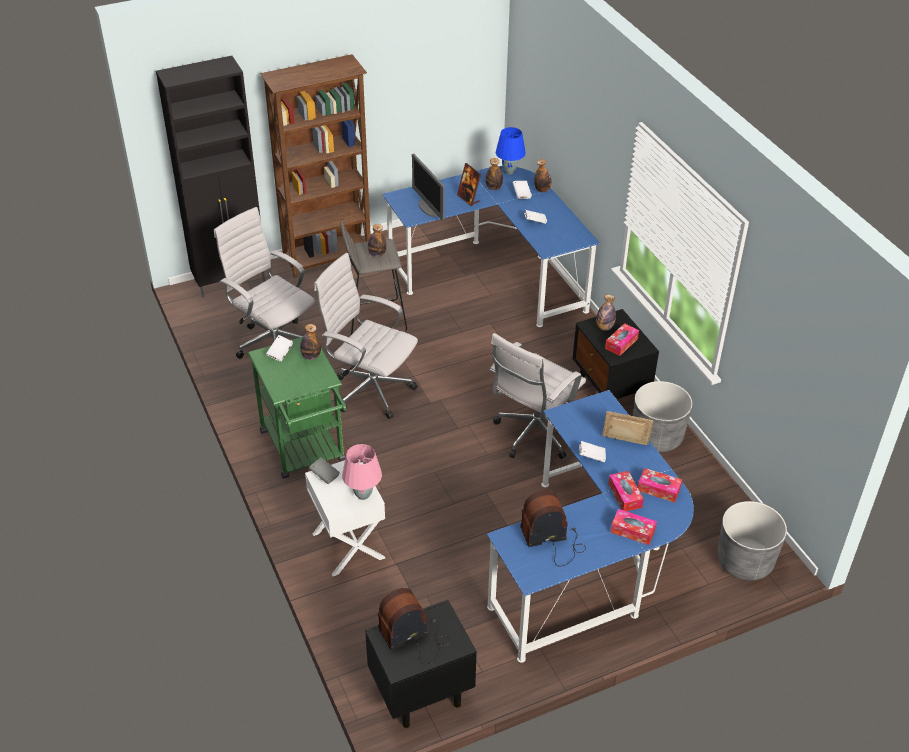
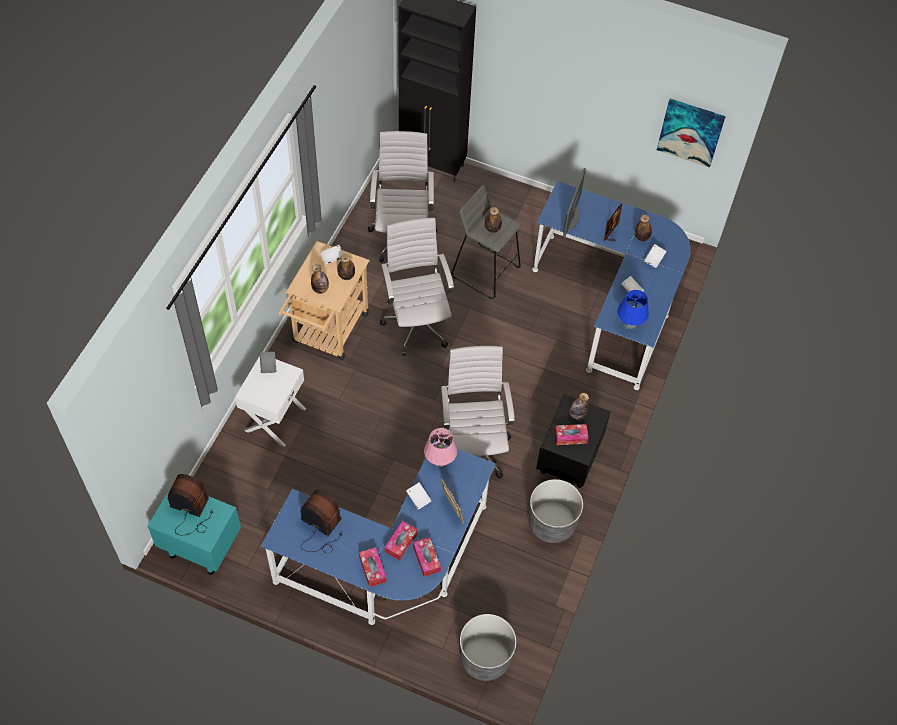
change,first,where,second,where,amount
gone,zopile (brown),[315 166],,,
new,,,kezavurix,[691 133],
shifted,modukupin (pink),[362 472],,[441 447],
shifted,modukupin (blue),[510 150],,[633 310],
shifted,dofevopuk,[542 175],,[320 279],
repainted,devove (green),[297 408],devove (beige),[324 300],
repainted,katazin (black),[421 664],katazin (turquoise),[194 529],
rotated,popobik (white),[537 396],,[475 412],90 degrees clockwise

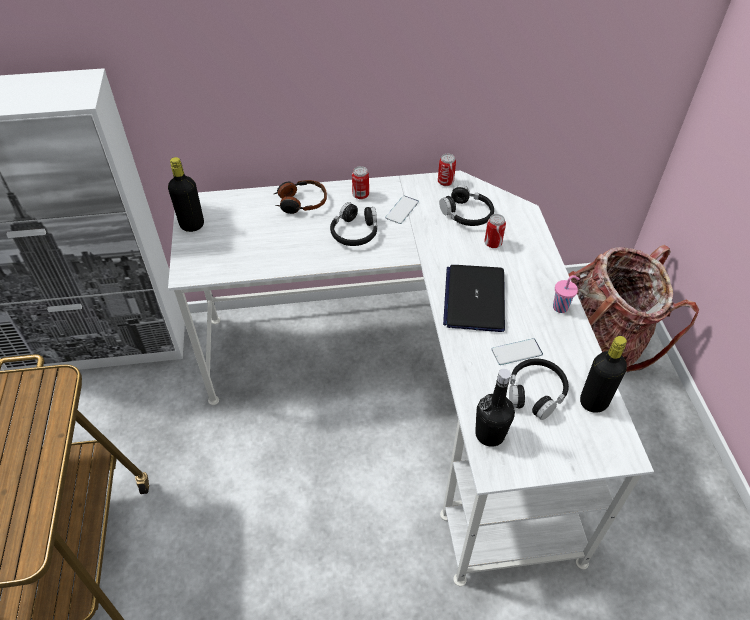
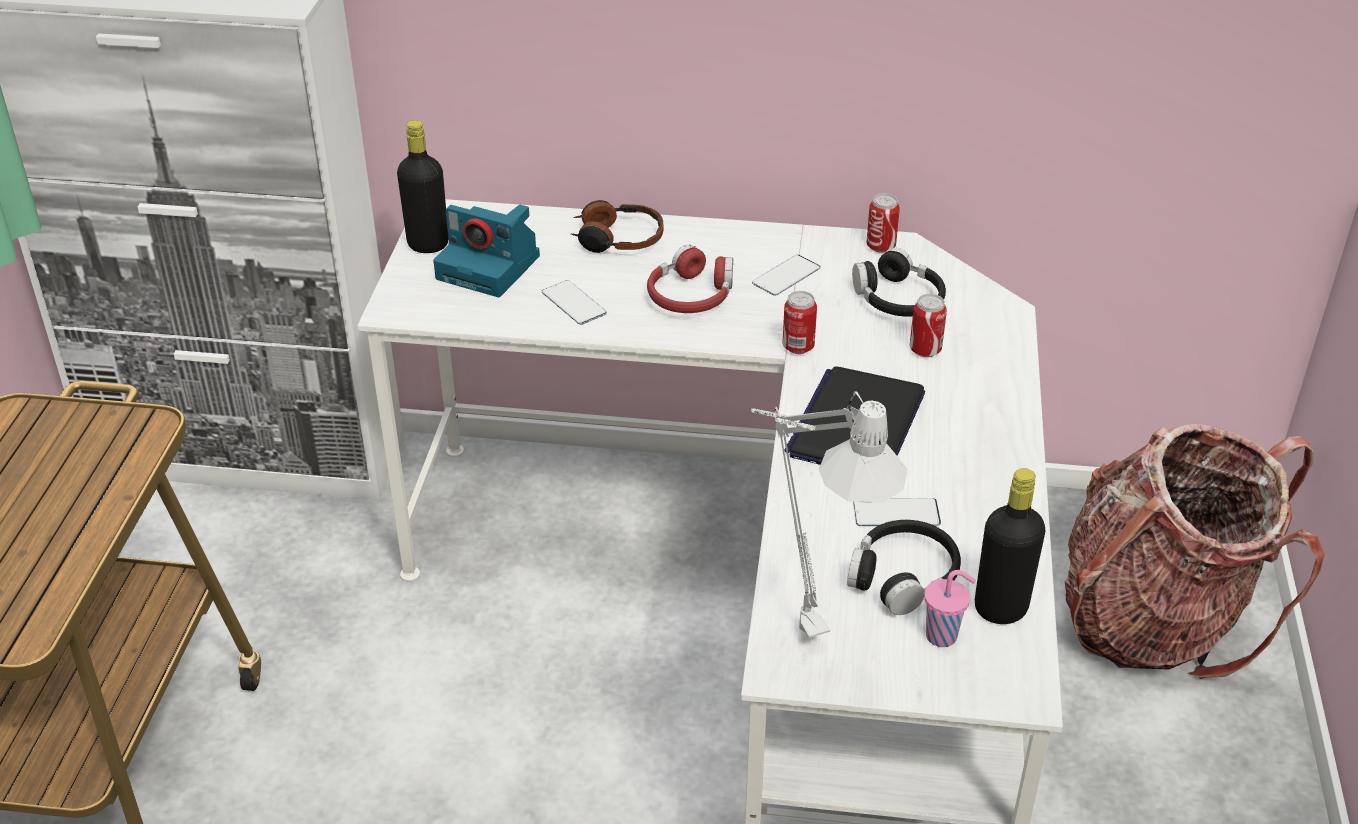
change,first,where,second,where,amount
new,,,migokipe,[486 251],
new,,,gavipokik,[574 302],
shifted,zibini,[360 182],,[799 322],
shifted,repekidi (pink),[566 294],,[950 608],
swapped,dofevopuk (black),[495 408],modukupin (grey),[829 519],
repainted,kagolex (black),[353 224],kagolex (red),[690 279],

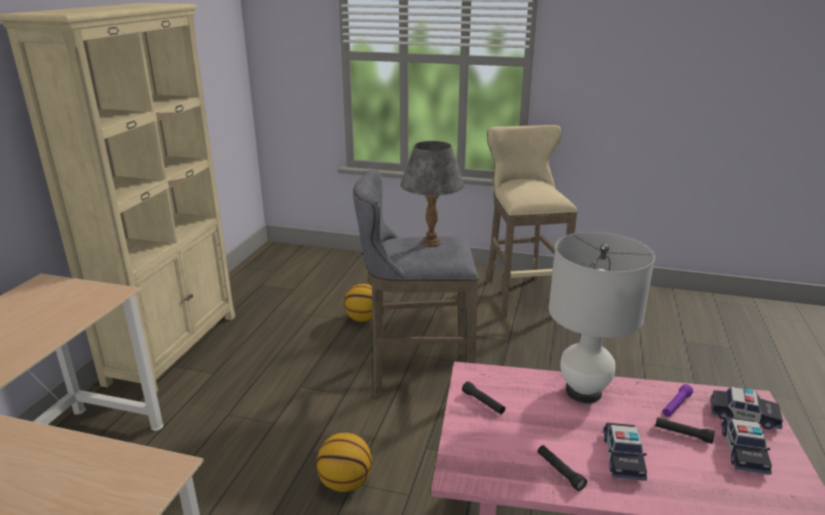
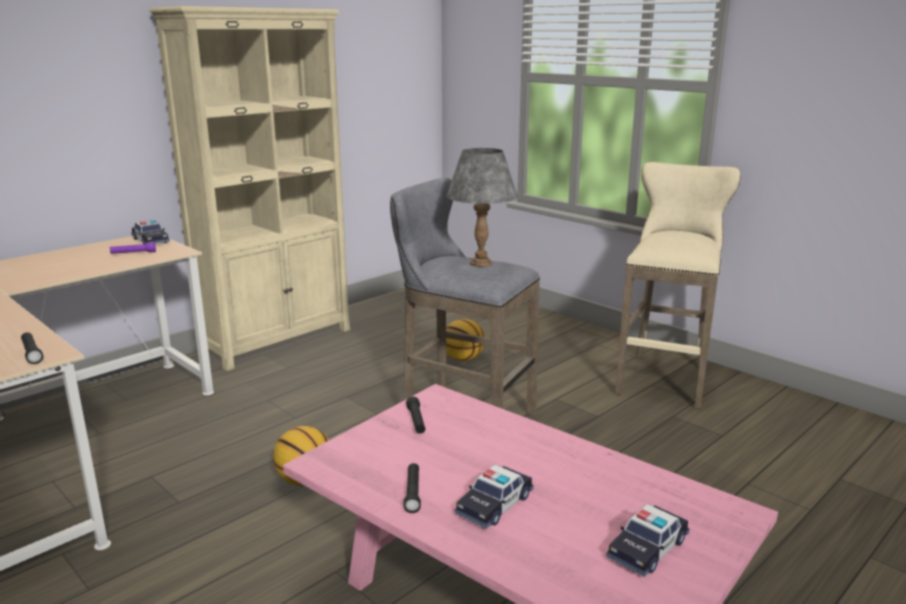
change,first,where,second,where,amount
gone,modukupin (white),[601 317],,,
shifted,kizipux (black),[685 430],,[32 348],
shifted,kizipux (purple),[678 400],,[133 248],
shifted,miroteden,[747 408],,[150 232],

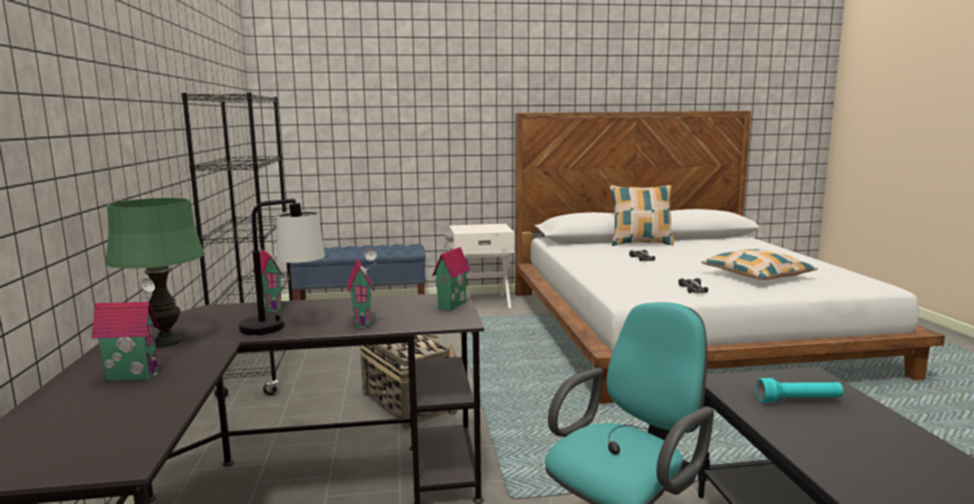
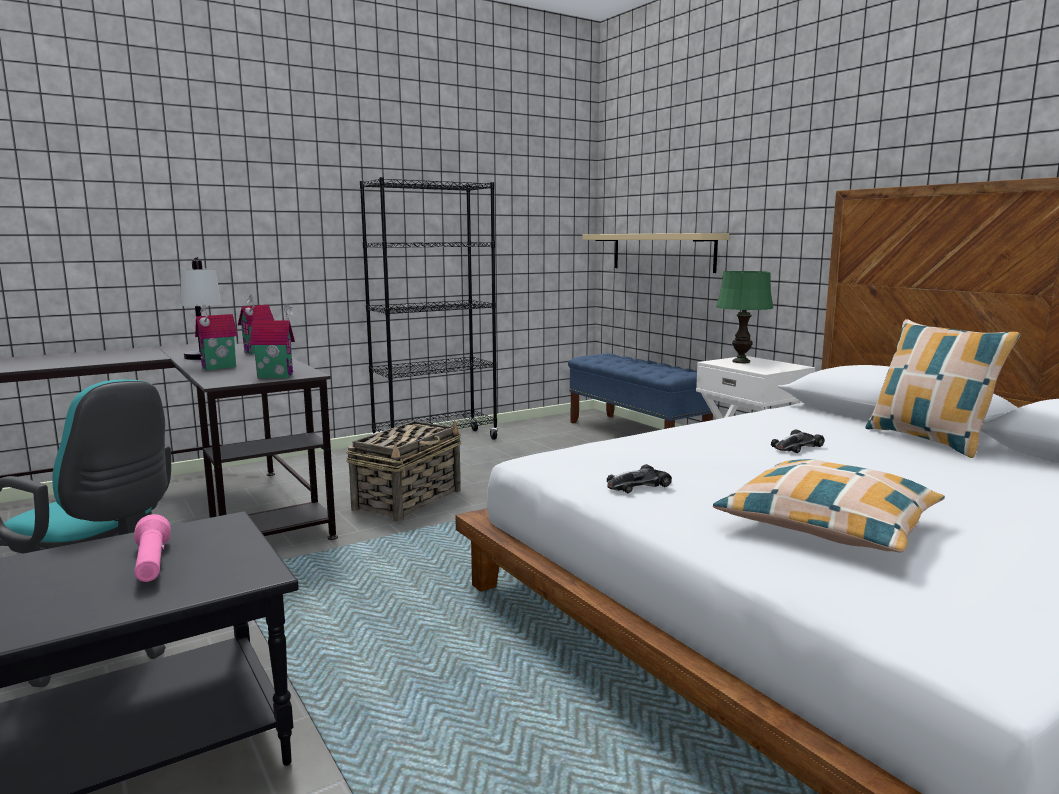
change,first,where,second,where,amount
gone,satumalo,[125 329],,,
new,,,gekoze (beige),[655 253],
shifted,modukupin (green),[155 272],,[744 317],
repainted,kizipux (turquoise),[800 390],kizipux (pink),[152 548],

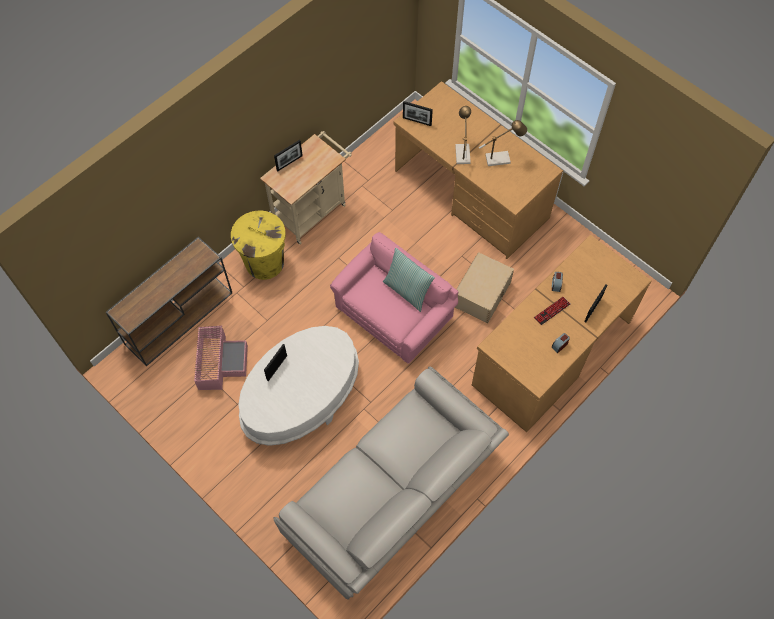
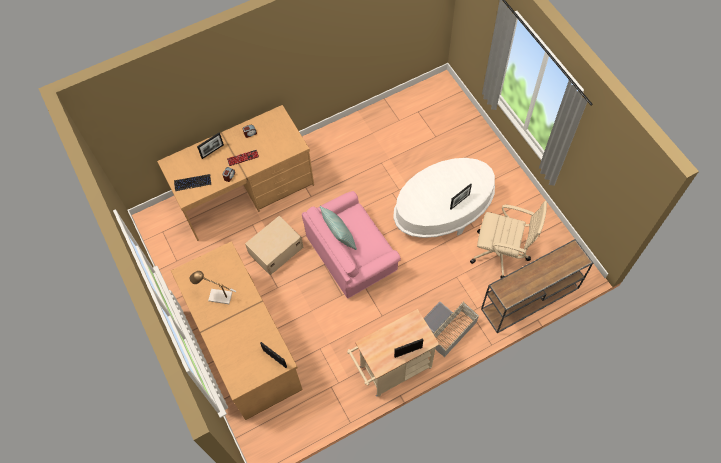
change,first,where,second,where,amount
gone,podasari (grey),[391 483],,,
gone,modukupin,[463 135],,,
new,,,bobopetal,[192 182],
swapped,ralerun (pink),[221 358],popobik (beige),[508 239],
swapped,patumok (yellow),[258 245],ralerun (grey),[451 329],

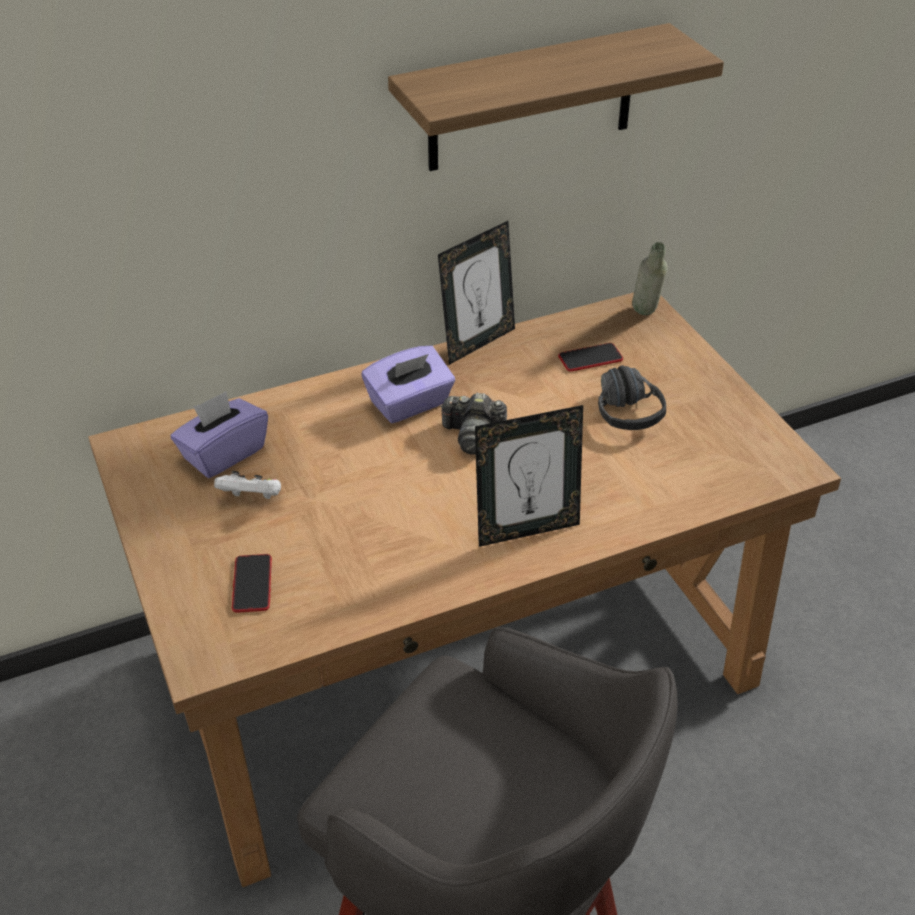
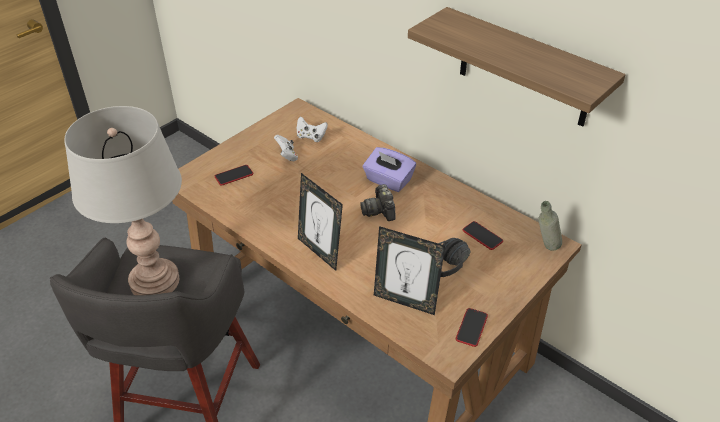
change,first,where,second,where,amount
new,,,modukupin (grey),[123 200],
new,,,gavipokik,[472 327],
shifted,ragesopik,[476 293],,[409 270],
swapped,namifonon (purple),[219 434],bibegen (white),[312 129],

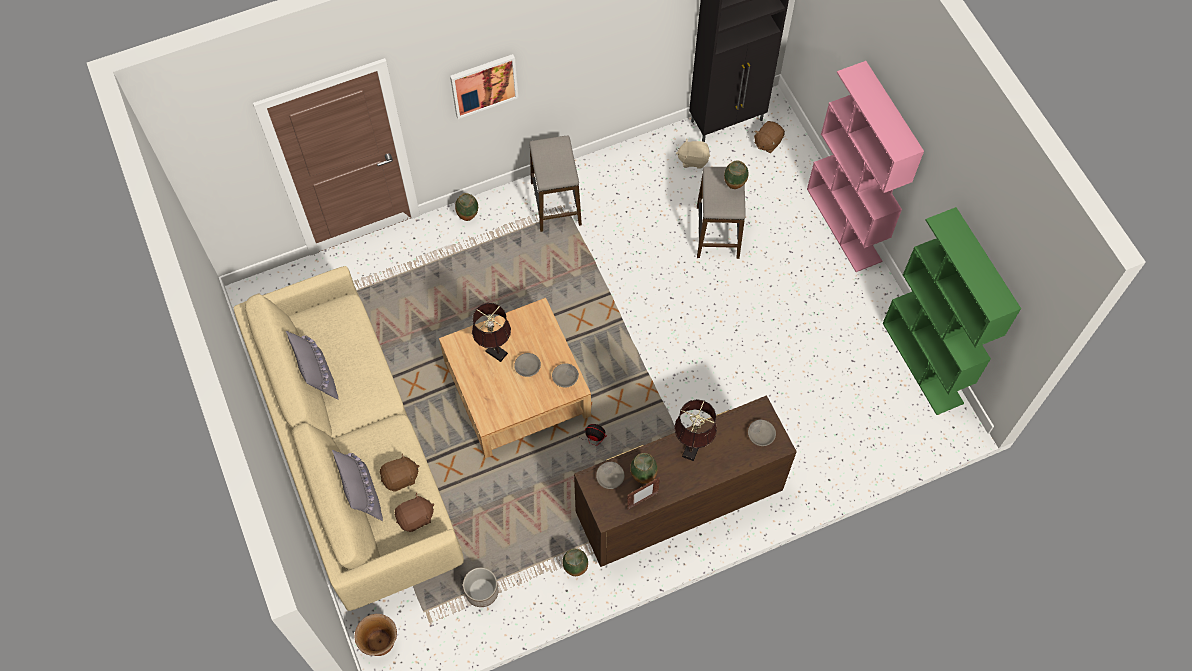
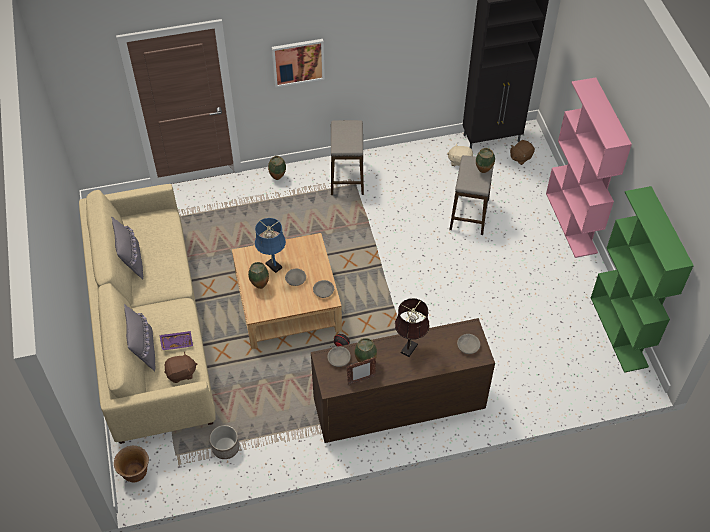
change,first,where,second,where,amount
shifted,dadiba,[575 562],,[258 275],
swapped,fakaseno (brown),[399 472],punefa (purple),[176 340],
repainted,modukupin (brown),[491 332],modukupin (blue),[270 245],

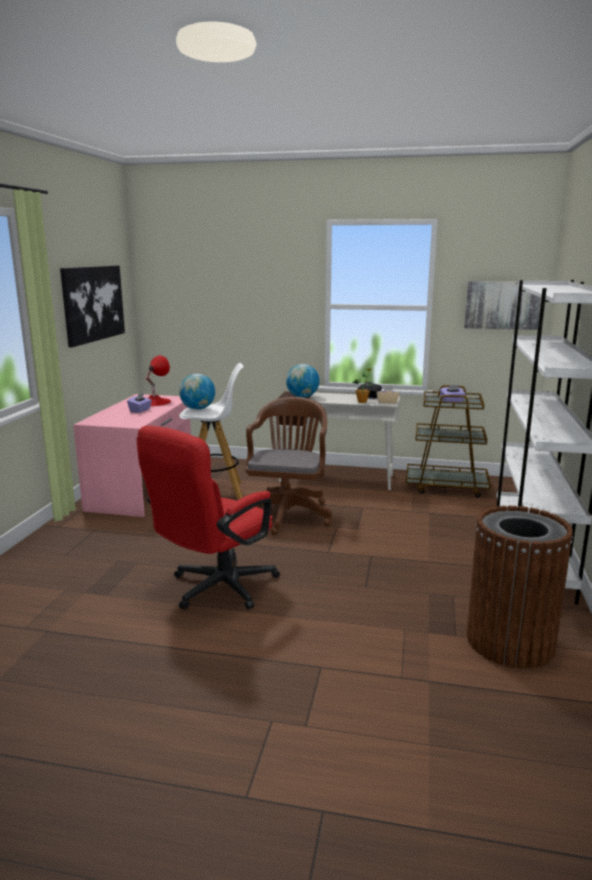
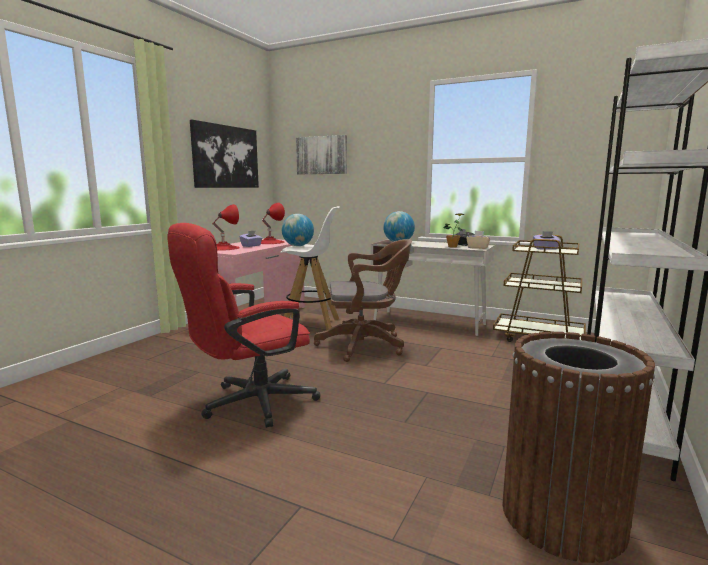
change,first,where,second,where,amount
new,,,modukupin (red),[226 227],
shifted,kezavurix,[502 305],,[321 154],
rotated,popobik (brown),[288 466],,[363 300],60 degrees clockwise

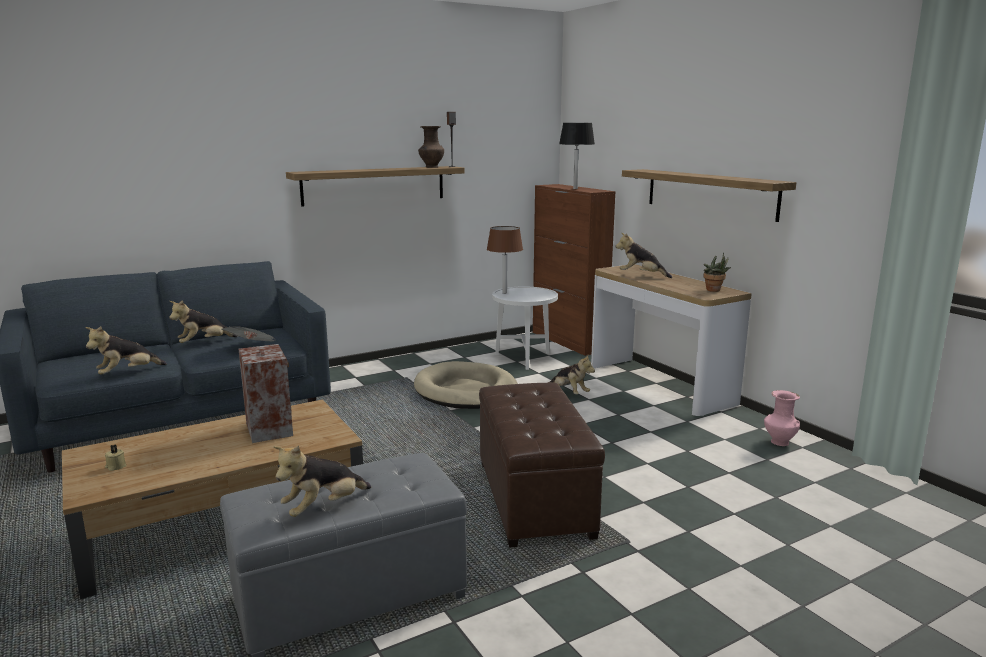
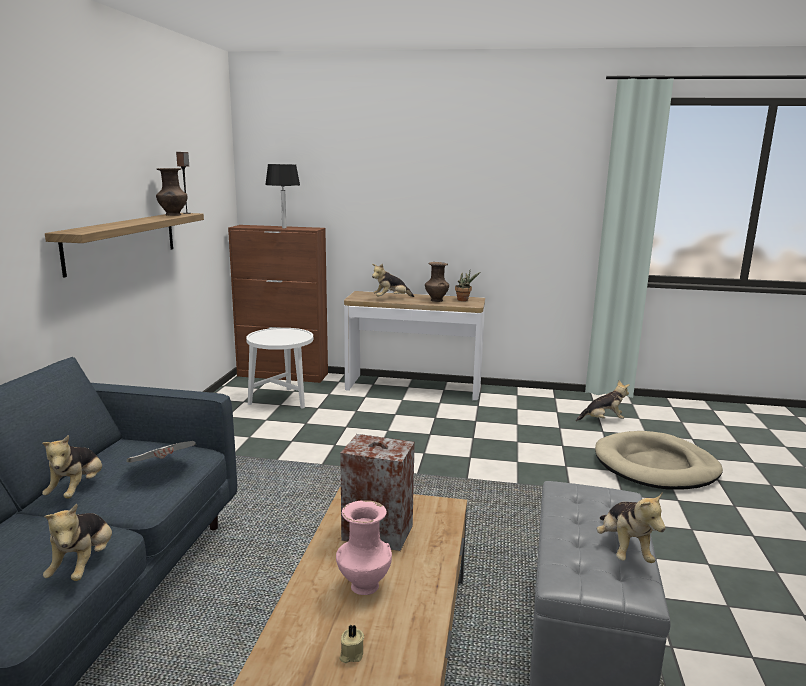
change,first,where,second,where,amount
gone,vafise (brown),[542 465],,,
gone,modukupin (brown),[505 260],,,
gone,gekoze,[709 195],,,
new,,,dadiba (brown),[437 282],
shifted,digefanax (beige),[466 385],,[659 460],
shifted,fakaseno,[571 374],,[603 400],
shifted,dadiba (pink),[782 418],,[364 547],

